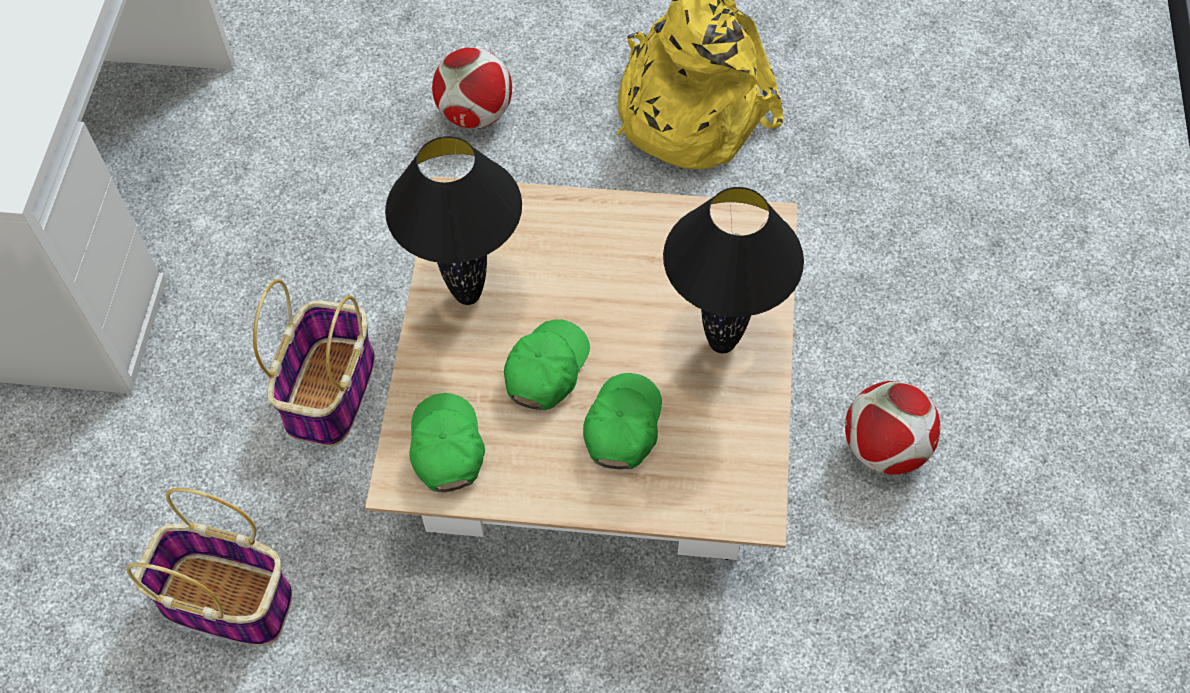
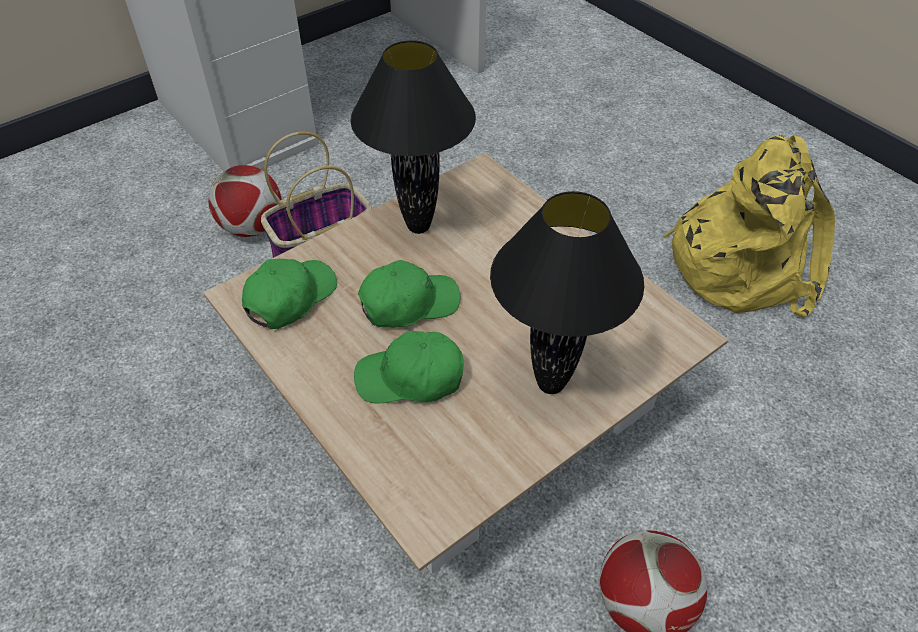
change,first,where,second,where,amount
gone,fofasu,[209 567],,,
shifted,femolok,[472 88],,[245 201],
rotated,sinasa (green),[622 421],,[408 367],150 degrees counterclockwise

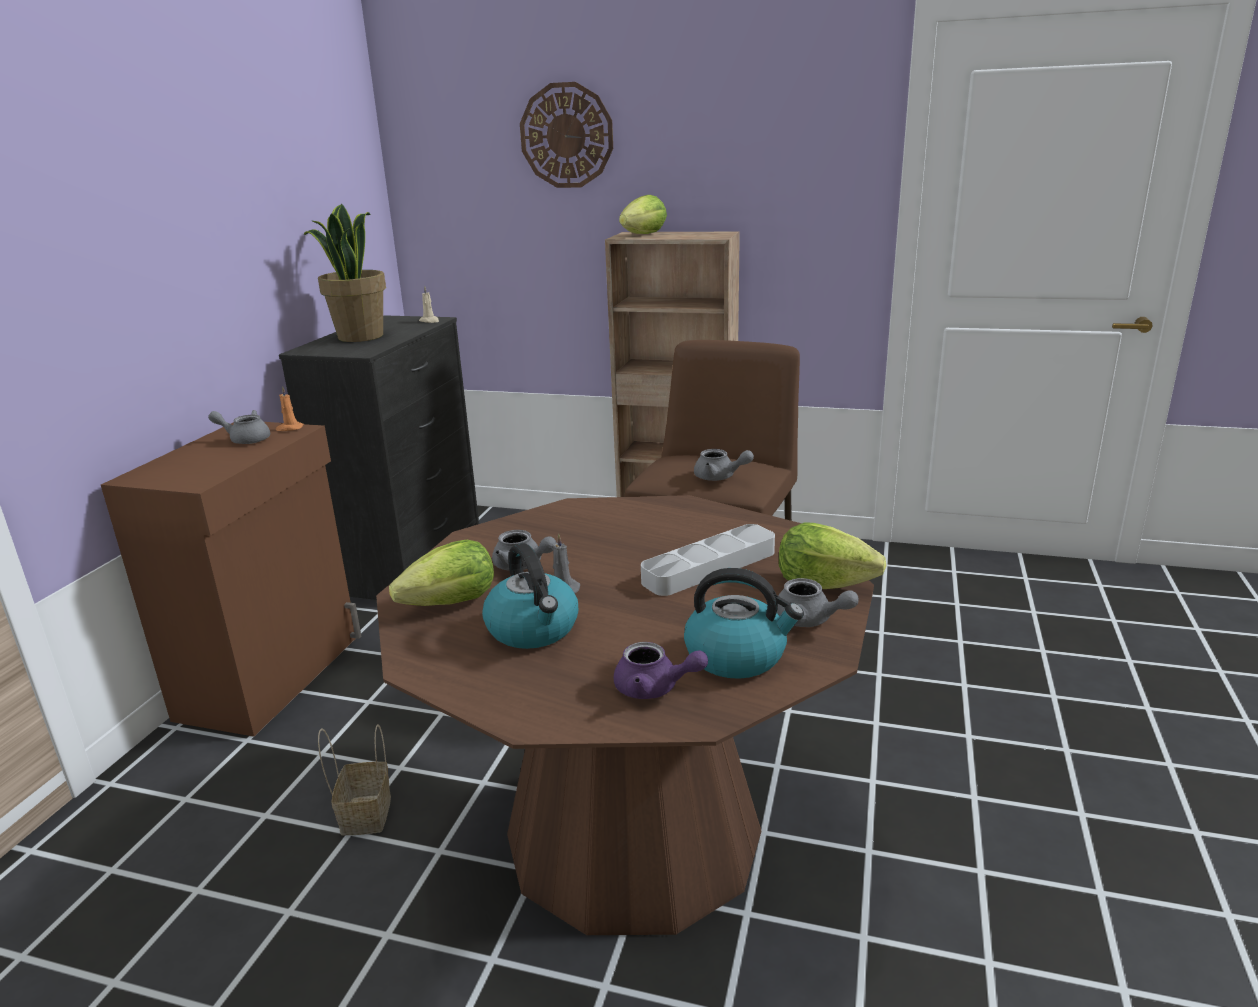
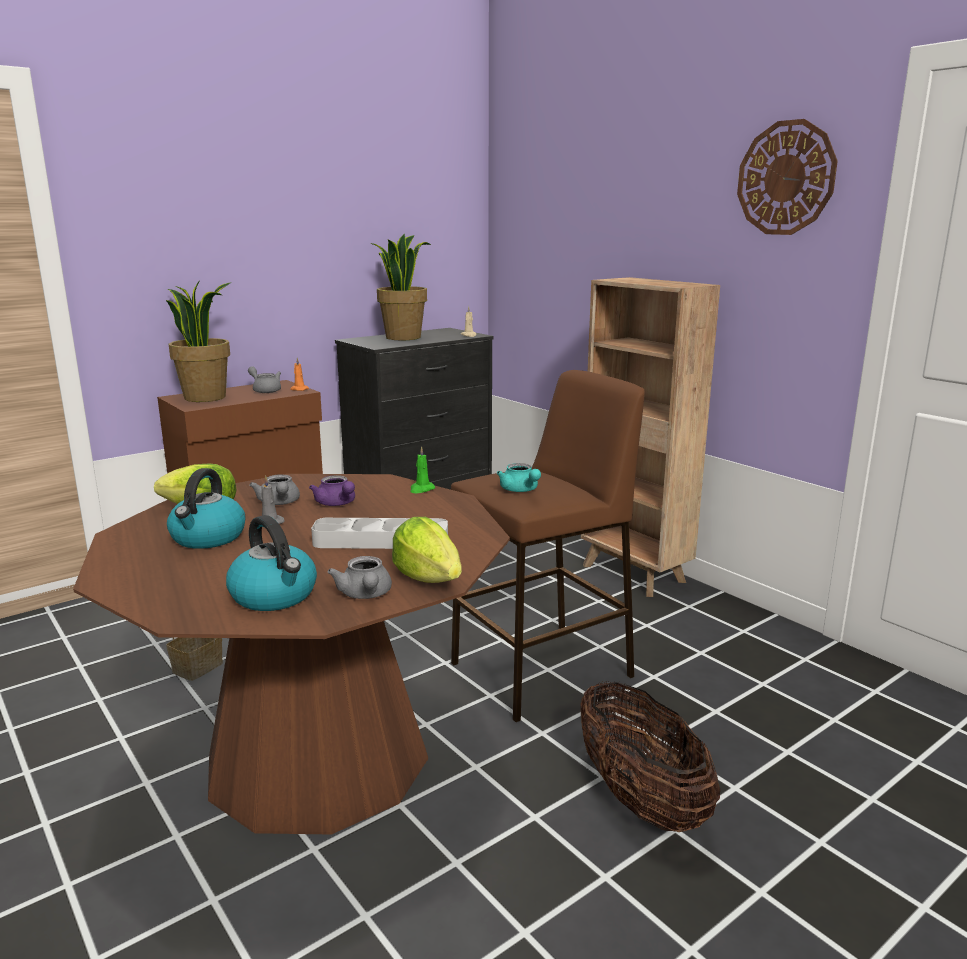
change,first,where,second,where,amount
gone,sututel,[643 214],,,
new,,,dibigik,[198 341],
new,,,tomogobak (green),[422 469],
new,,,fofasu,[650 756],
shifted,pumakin,[566 135],,[787 177],
shifted,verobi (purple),[661 670],,[332 490],
repainted,verobi (grey),[724 465],verobi (turquoise),[519 477],

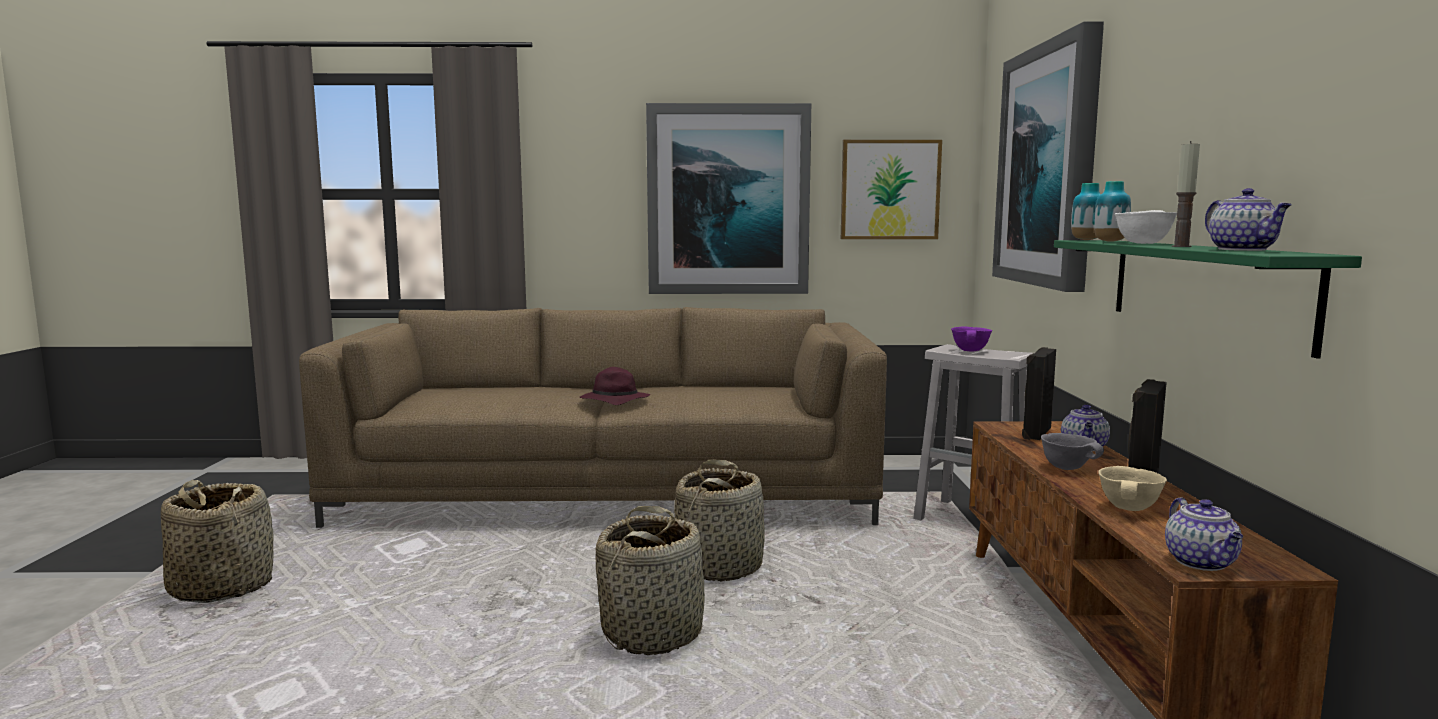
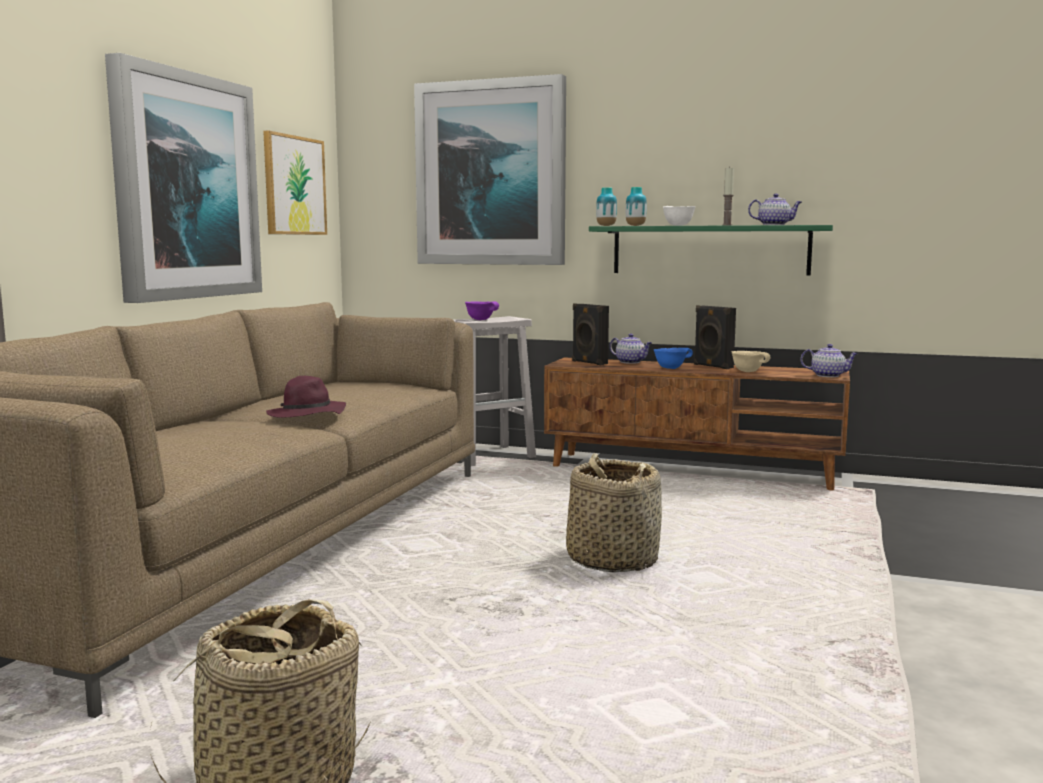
change,first,where,second,where,amount
gone,fofasu,[719 520],,,
repainted,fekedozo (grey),[1072 451],fekedozo (blue),[673 358],

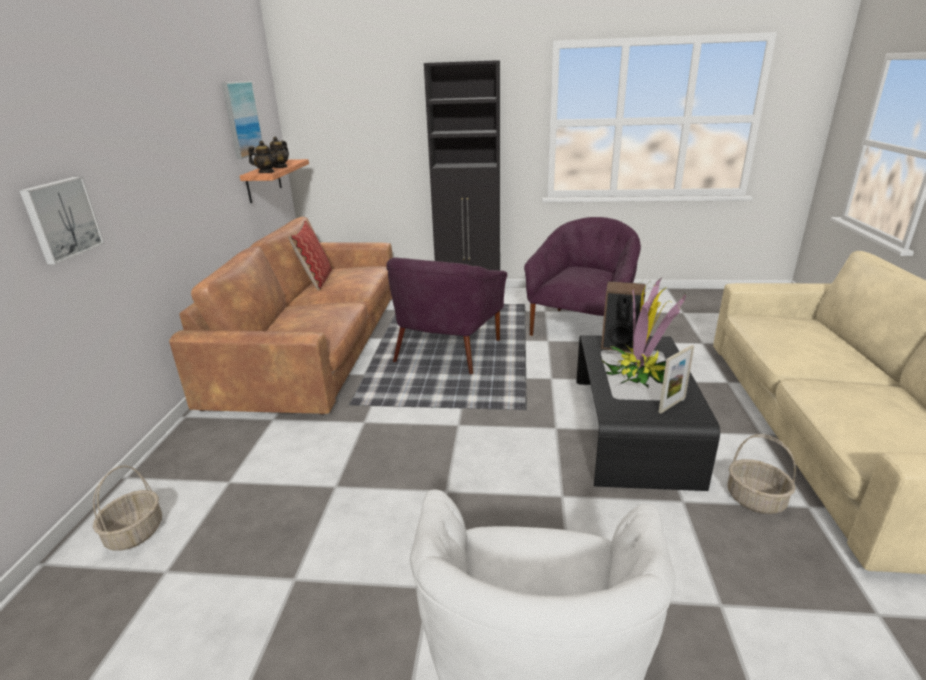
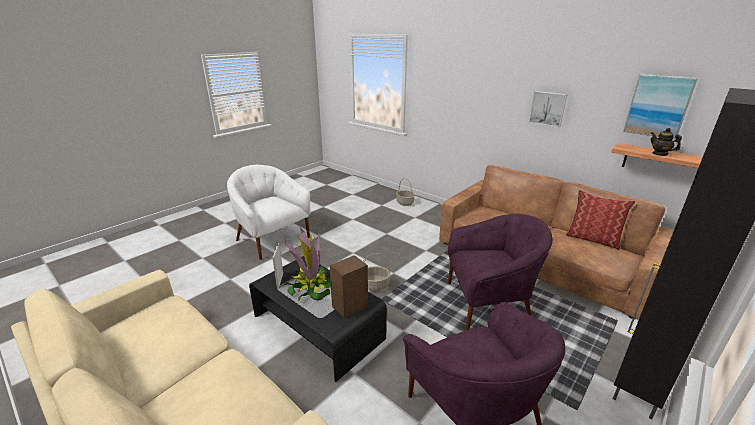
change,first,where,second,where,amount
gone,verobi,[263 157],,,
shifted,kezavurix,[62 221],,[548 109],
shifted,fofasu,[761 474],,[376 272],
rotated,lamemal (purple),[446 316],,[500 272],120 degrees clockwise

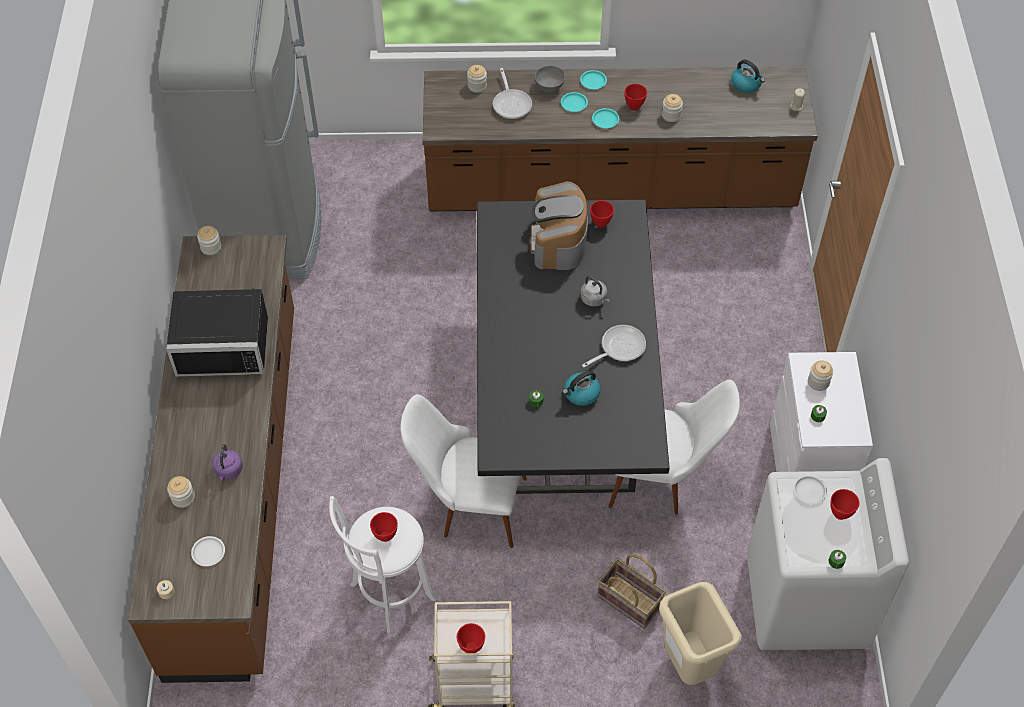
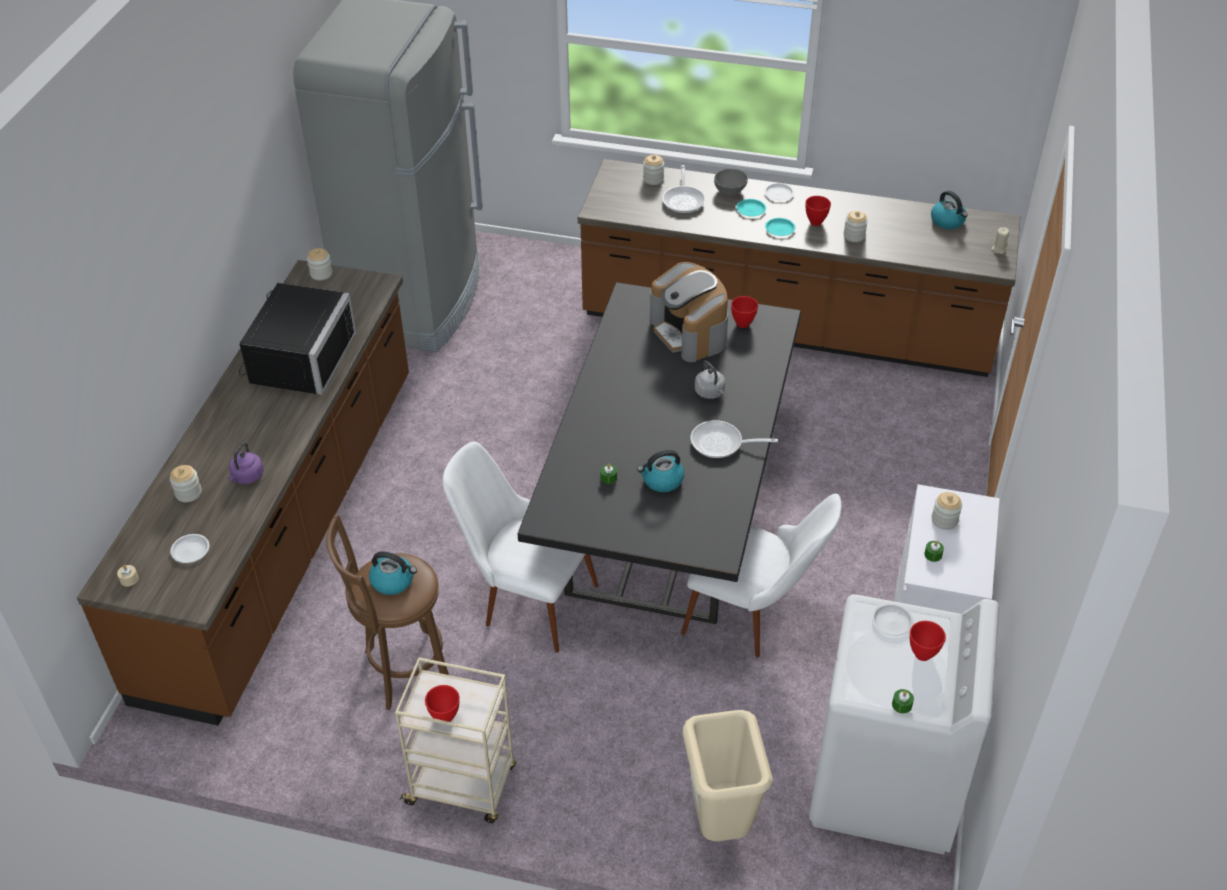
change,first,where,second,where,amount
gone,fofasu,[632 591],,,
swapped,fekedozo (red),[384 527],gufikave,[393 573],
repainted,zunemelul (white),[382 564],zunemelul (brown),[388 612],
repainted,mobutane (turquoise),[593 79],mobutane (white),[779 191],
rotated,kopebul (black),[217 332],,[297 339],90 degrees counterclockwise
rotated,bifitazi,[559 225],,[689 312],45 degrees counterclockwise
rotated,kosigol,[614 346],,[734 439],150 degrees counterclockwise

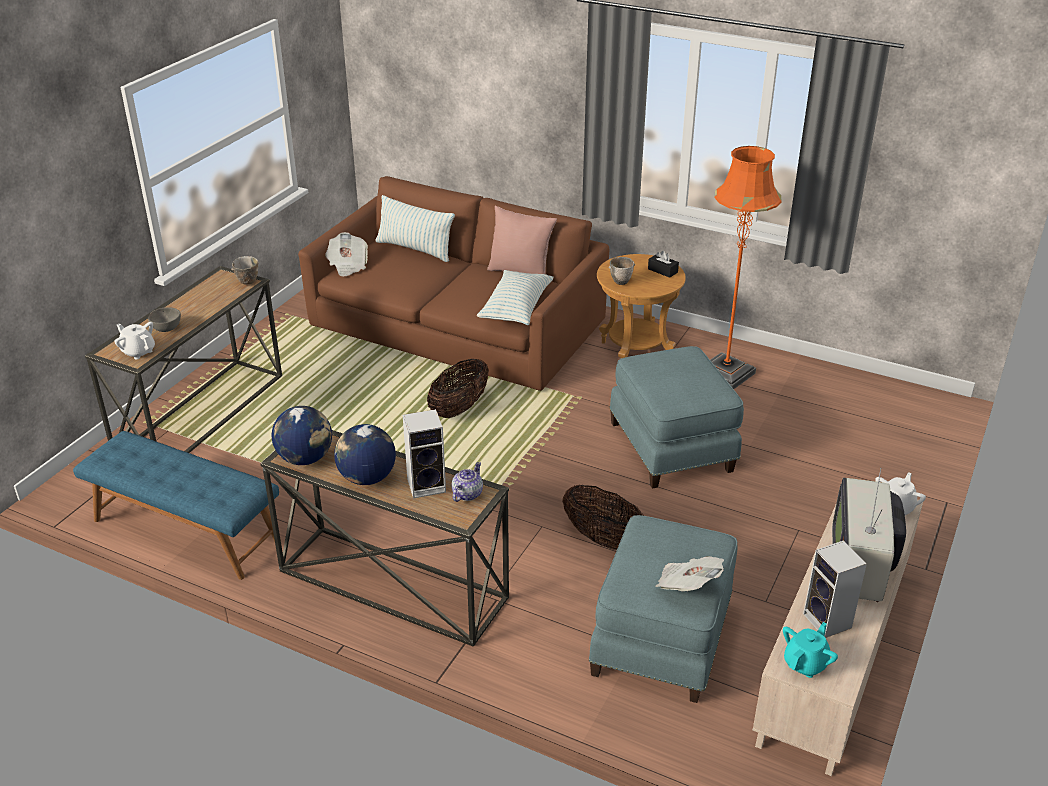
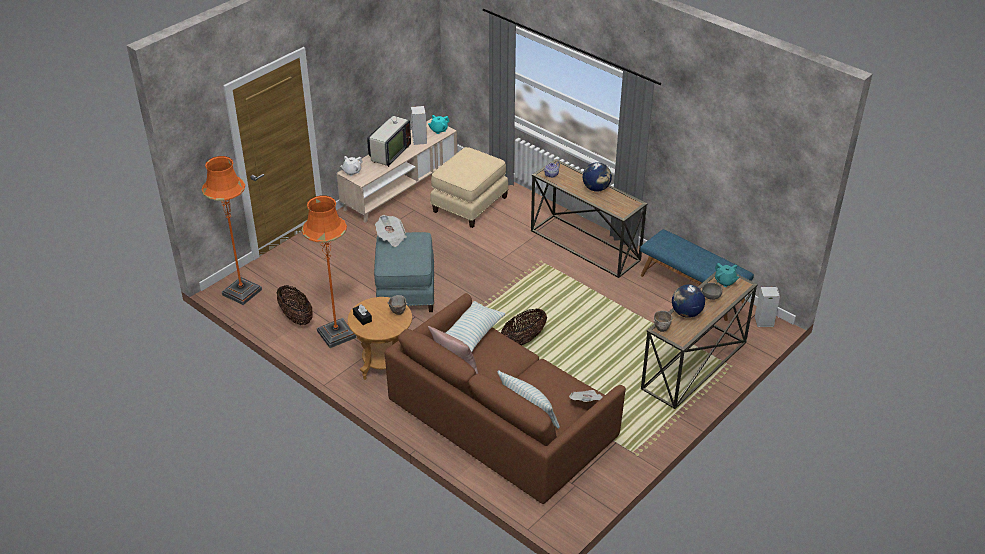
change,first,where,second,where,amount
new,,,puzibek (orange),[232 230],
shifted,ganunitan,[302 435],,[688 301],
shifted,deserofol,[424 454],,[767 307],
shifted,fofasu,[603 517],,[295 305],
shifted,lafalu,[690 573],,[391 231],
repainted,verobi (white),[134 340],verobi (turquoise),[727 275],
repainted,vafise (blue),[663 609],vafise (beige),[469 187],

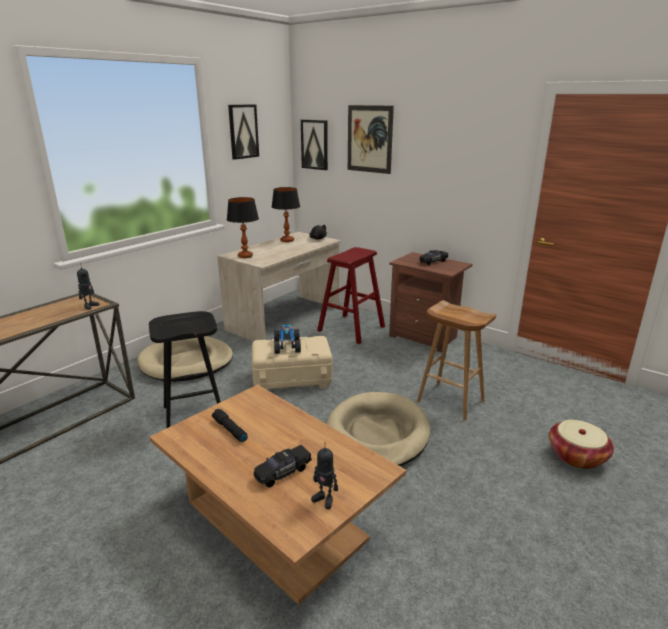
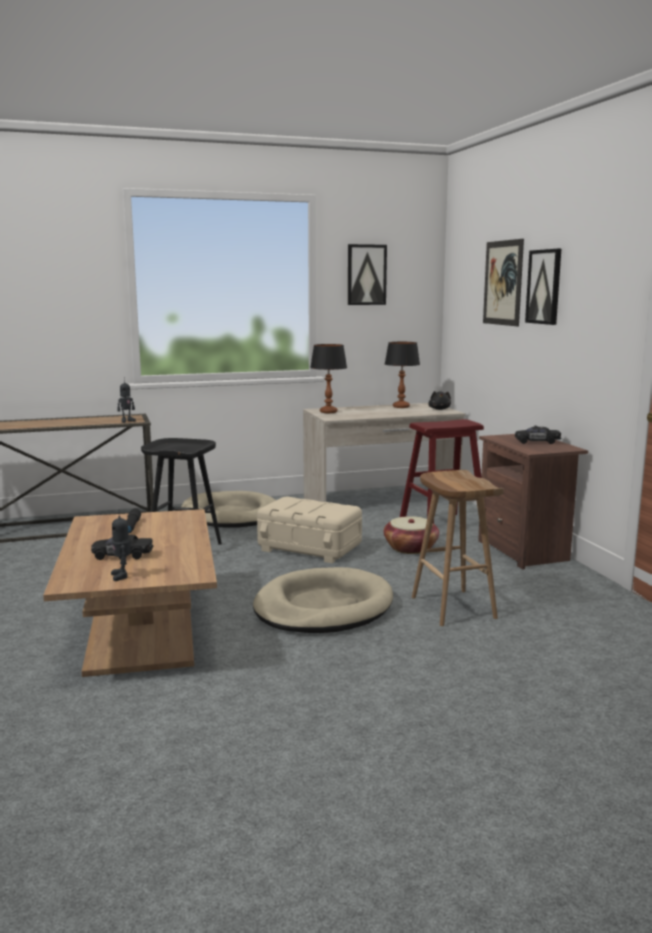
change,first,where,second,where,amount
gone,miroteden,[287 339],,,
shifted,kezavurix,[314 145],,[543 287],
shifted,fofasu,[581 444],,[411 535],

